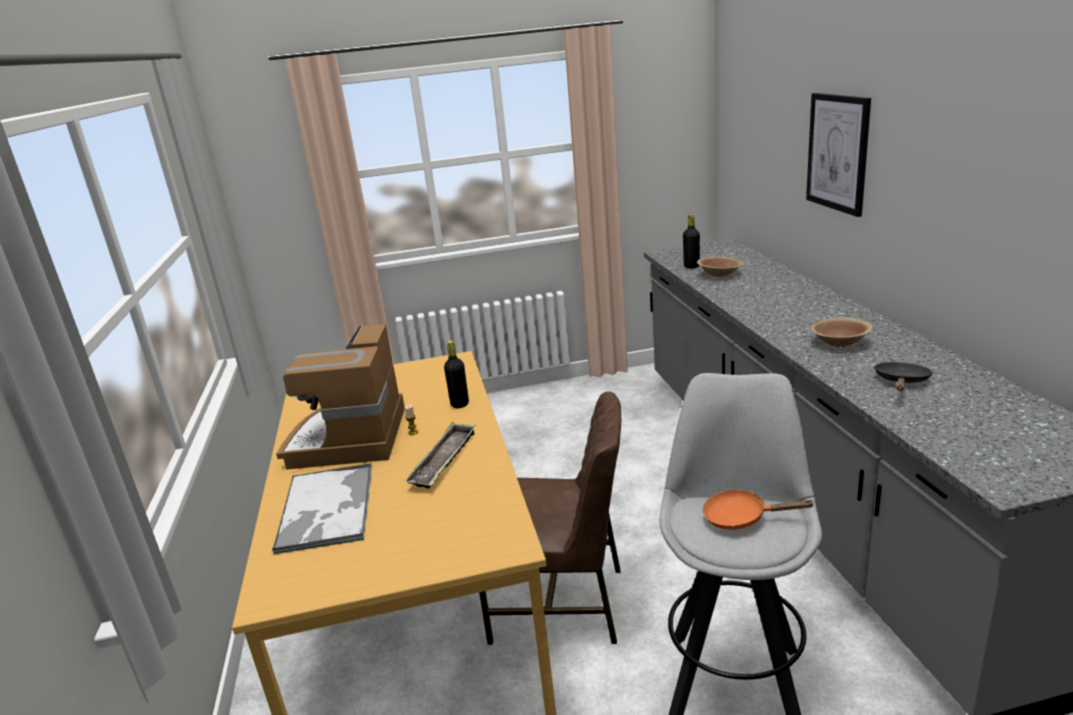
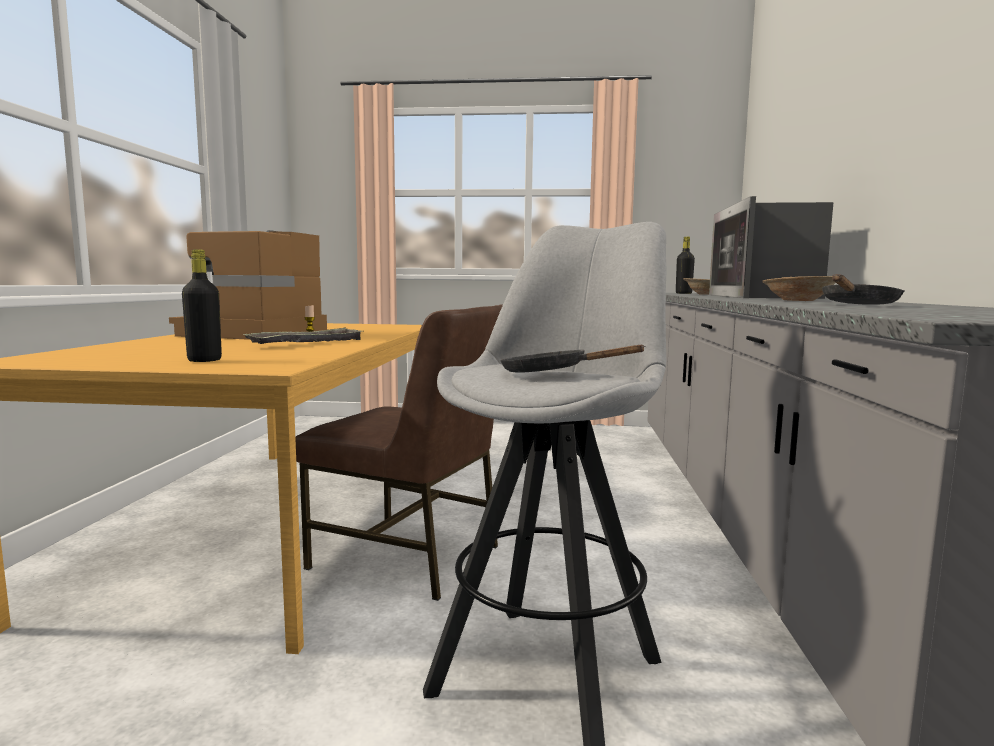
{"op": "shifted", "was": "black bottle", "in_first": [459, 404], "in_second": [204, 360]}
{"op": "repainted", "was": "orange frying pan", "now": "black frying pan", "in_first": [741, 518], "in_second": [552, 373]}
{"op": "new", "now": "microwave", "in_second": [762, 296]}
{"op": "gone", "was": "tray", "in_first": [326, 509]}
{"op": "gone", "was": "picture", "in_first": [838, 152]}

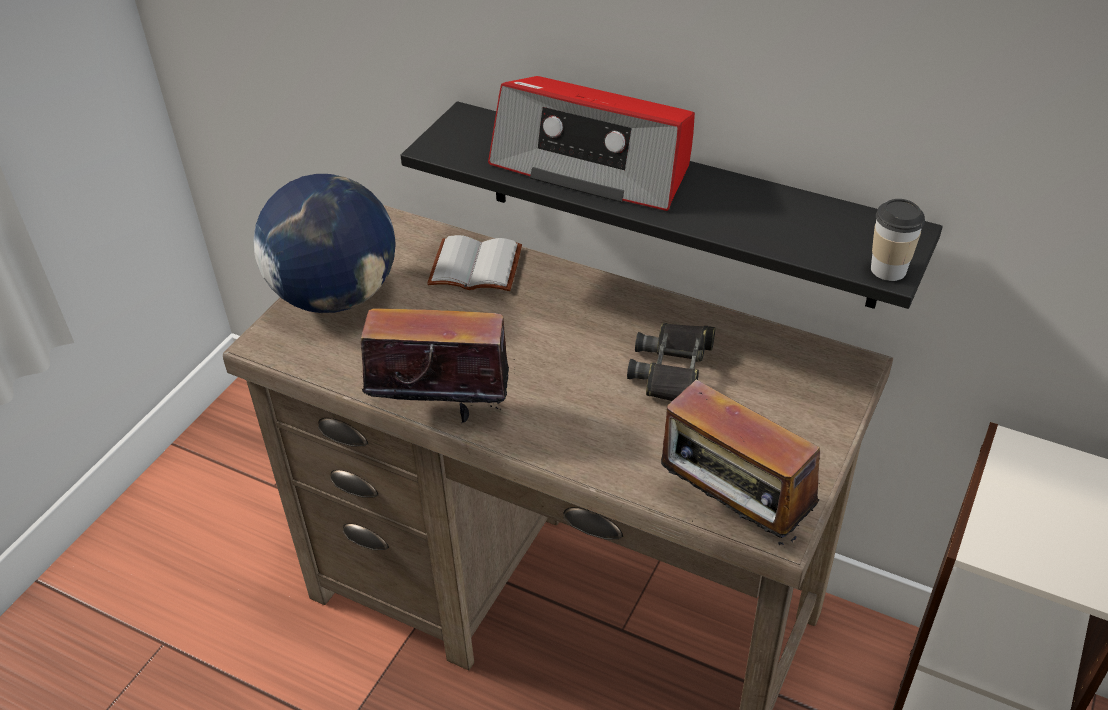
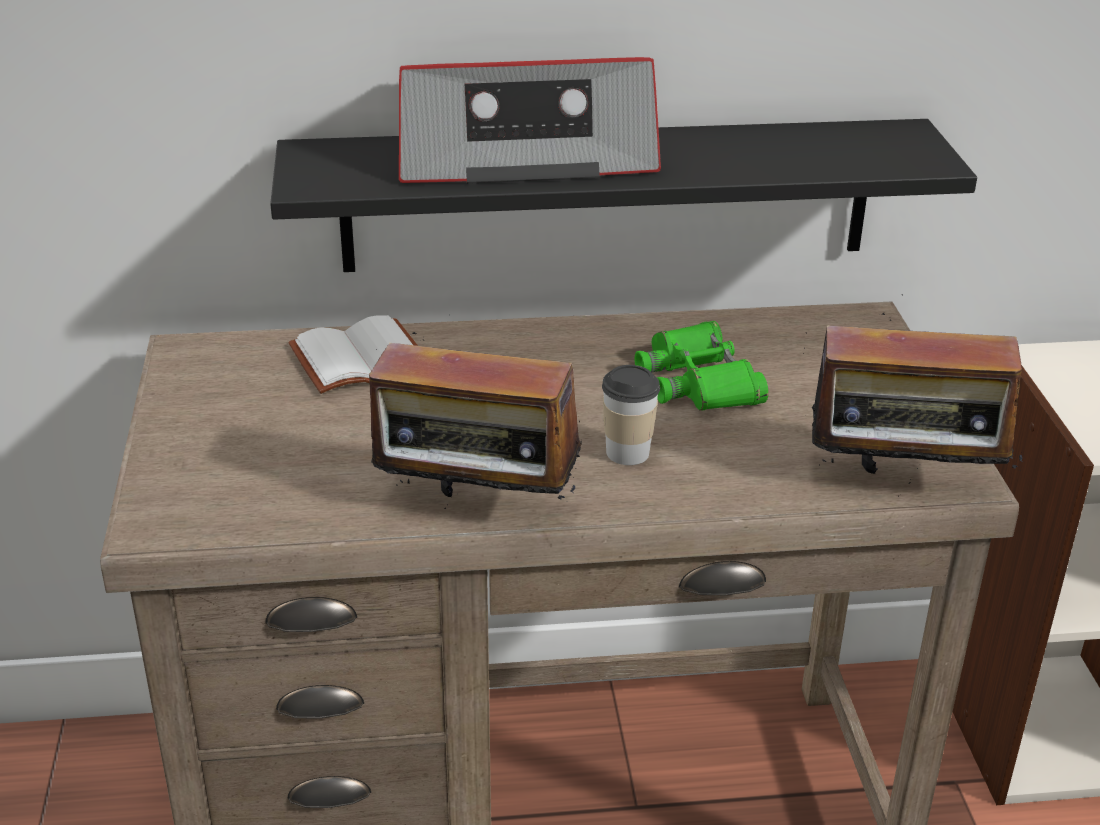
{"op": "rotated", "was": "radio", "in_first": [441, 409], "in_second": [476, 509], "clockwise": -135}
{"op": "shifted", "was": "cup", "in_first": [888, 269], "in_second": [627, 453]}
{"op": "repainted", "was": "black binoculars", "now": "green binoculars", "in_first": [674, 370], "in_second": [698, 381]}
{"op": "gone", "was": "globe", "in_first": [336, 296]}

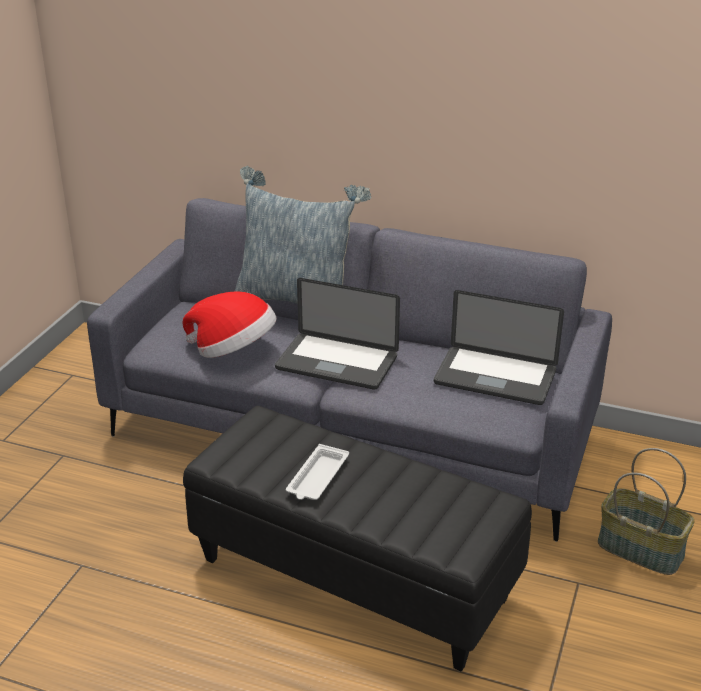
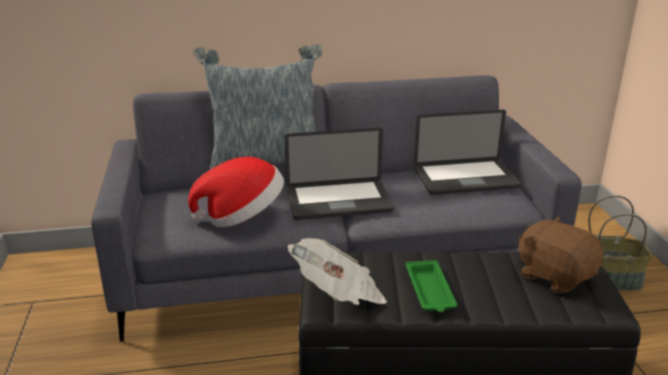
{"op": "new", "now": "newspaper", "in_second": [338, 294]}
{"op": "repainted", "was": "white tray", "now": "green tray", "in_first": [317, 478], "in_second": [430, 291]}
{"op": "new", "now": "brown plush toy", "in_second": [555, 276]}

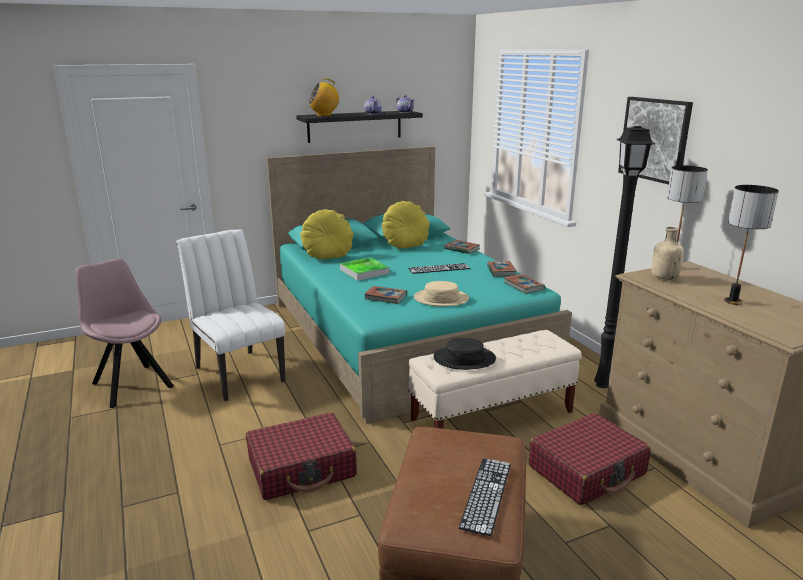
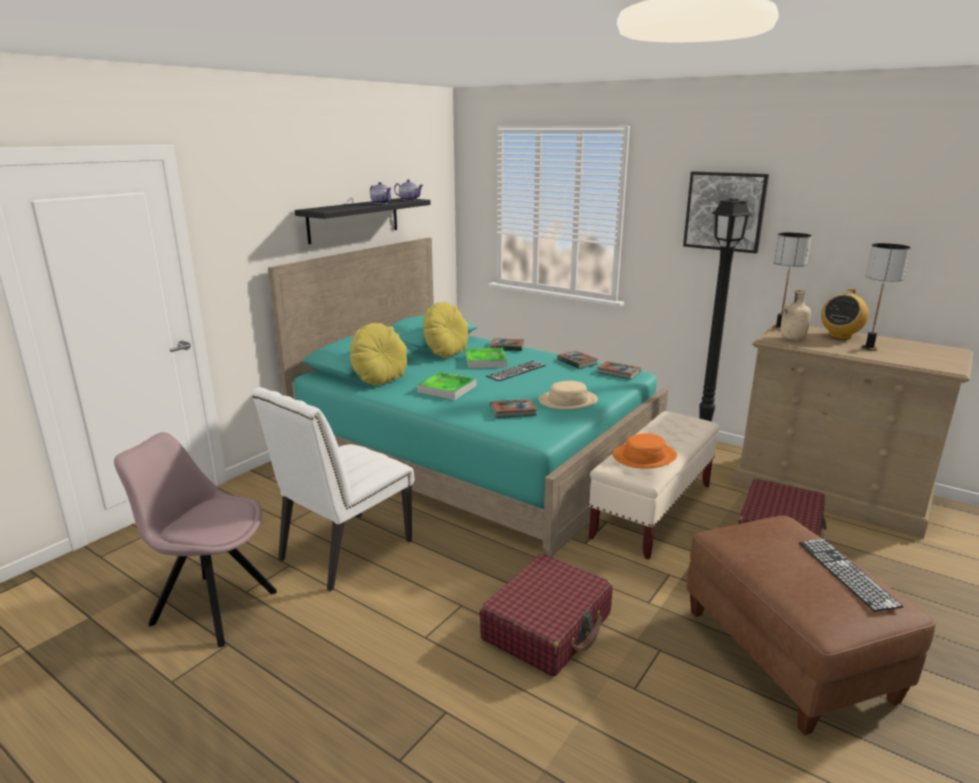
{"op": "rotated", "was": "white chair", "in_first": [240, 375], "in_second": [346, 549], "clockwise": -75}
{"op": "new", "now": "tray", "in_second": [485, 361]}
{"op": "repainted", "was": "black hat", "now": "orange hat", "in_first": [464, 358], "in_second": [644, 456]}
{"op": "shifted", "was": "radio", "in_first": [324, 115], "in_second": [840, 336]}

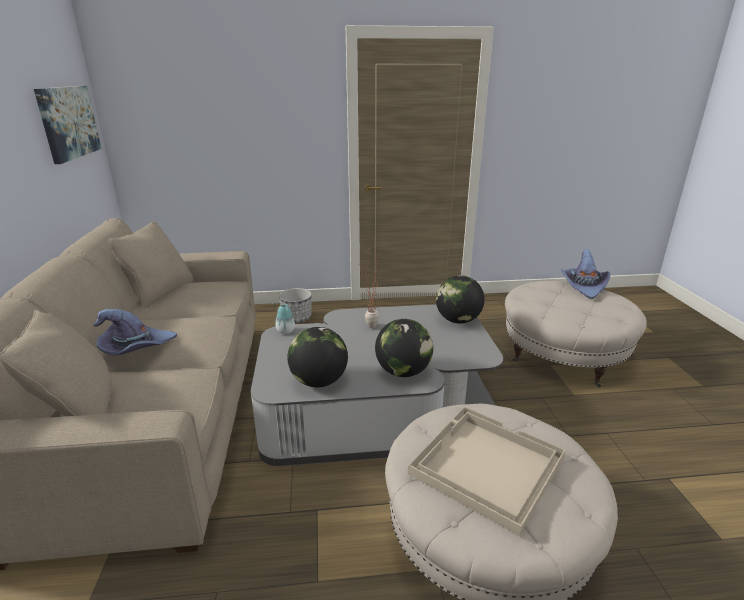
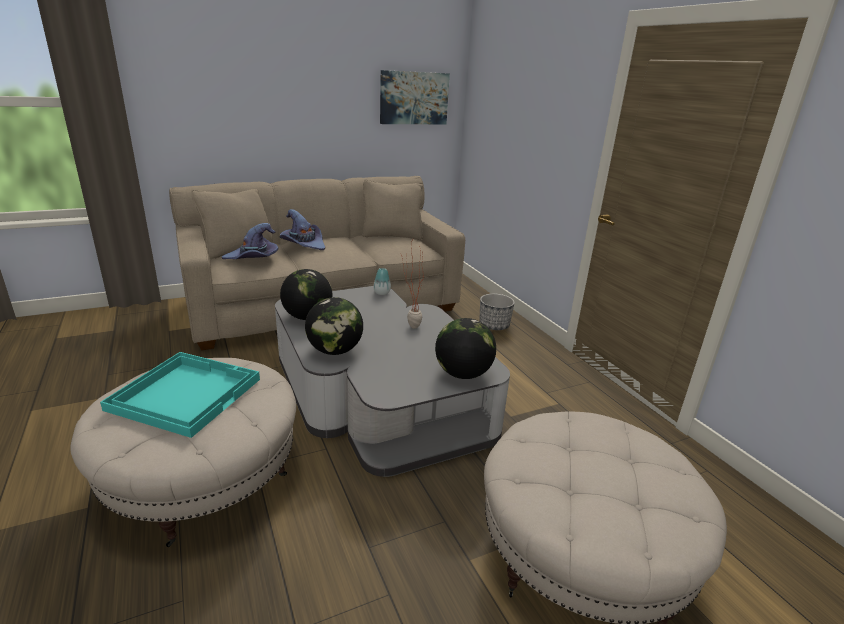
{"op": "repainted", "was": "beige tray", "now": "turquoise tray", "in_first": [485, 466], "in_second": [185, 393]}
{"op": "shifted", "was": "purple hat", "in_first": [584, 286], "in_second": [253, 258]}

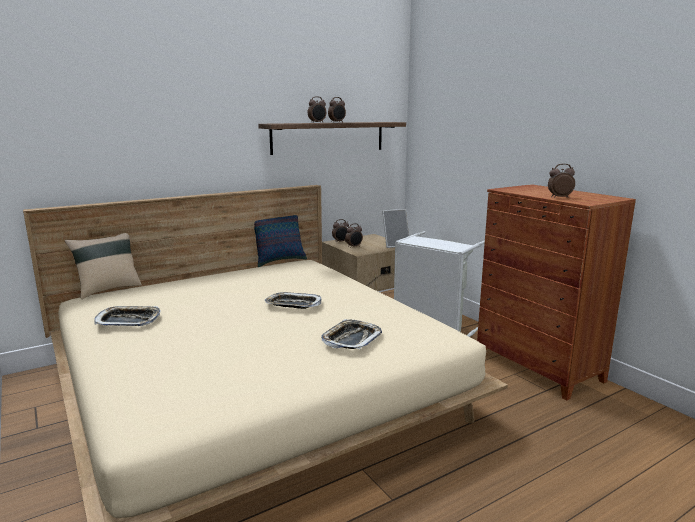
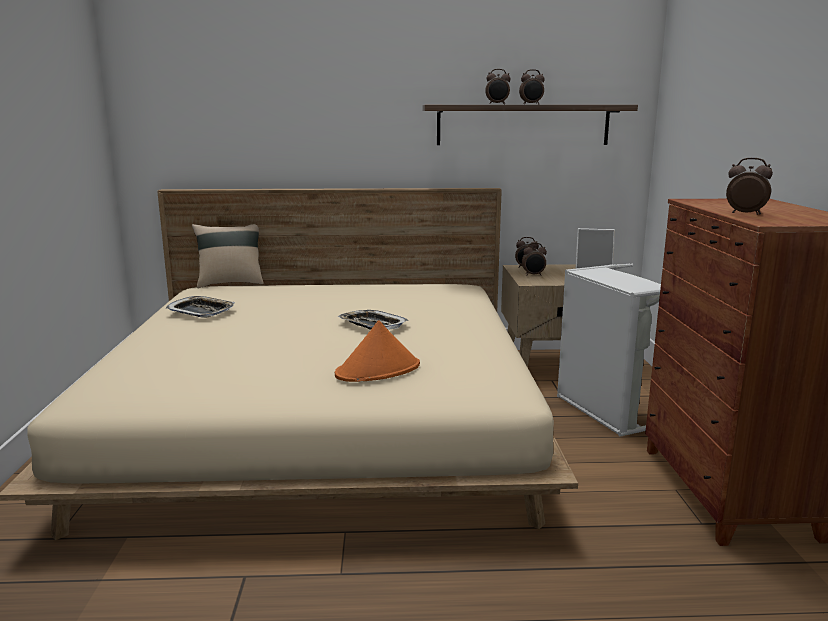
{"op": "swapped", "was": "tray", "now": "orange hat", "in_first": [351, 339], "in_second": [378, 370]}
{"op": "gone", "was": "blue pillow", "in_first": [279, 261]}

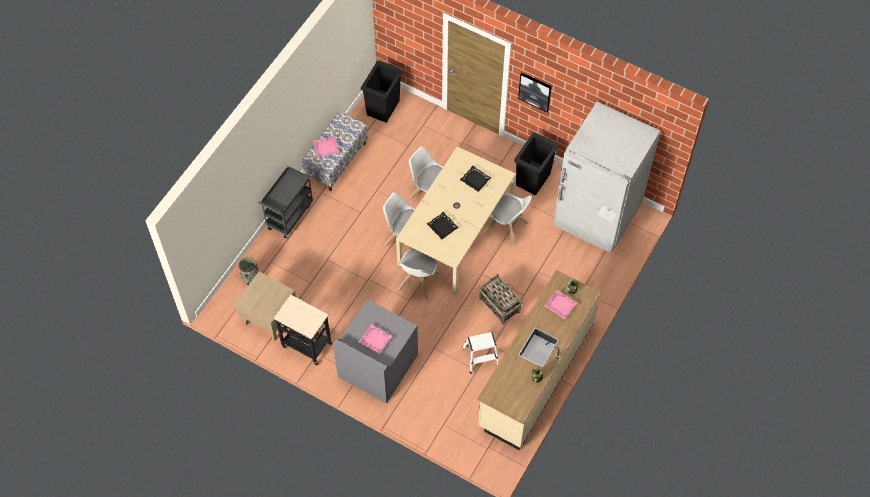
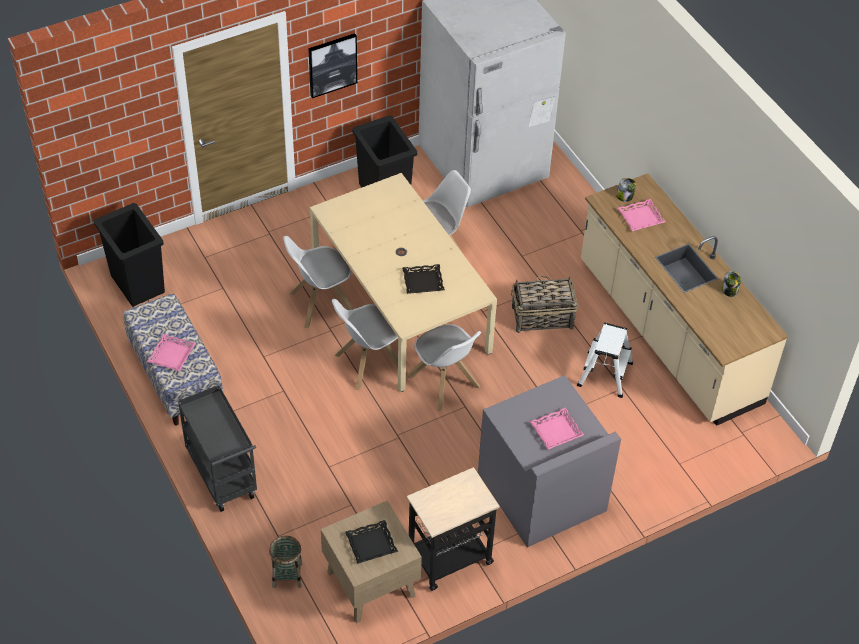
{"op": "shifted", "was": "black tray", "in_first": [475, 180], "in_second": [371, 544]}

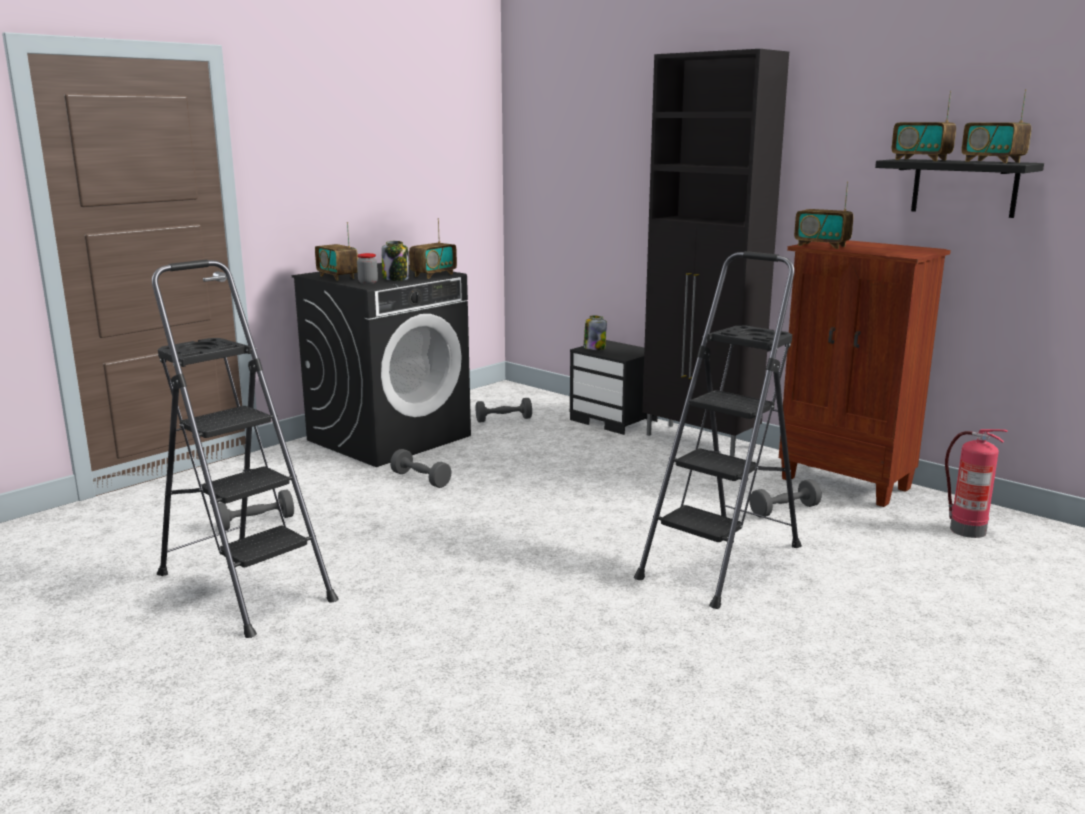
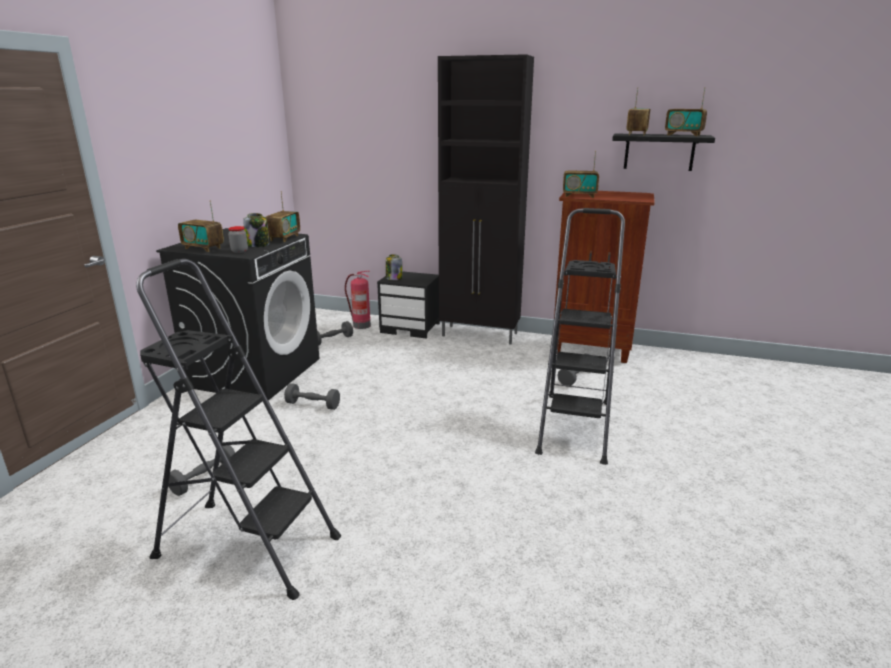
{"op": "shifted", "was": "fire extinguisher", "in_first": [965, 530], "in_second": [360, 325]}
{"op": "rotated", "was": "radio", "in_first": [921, 160], "in_second": [636, 134], "clockwise": -90}

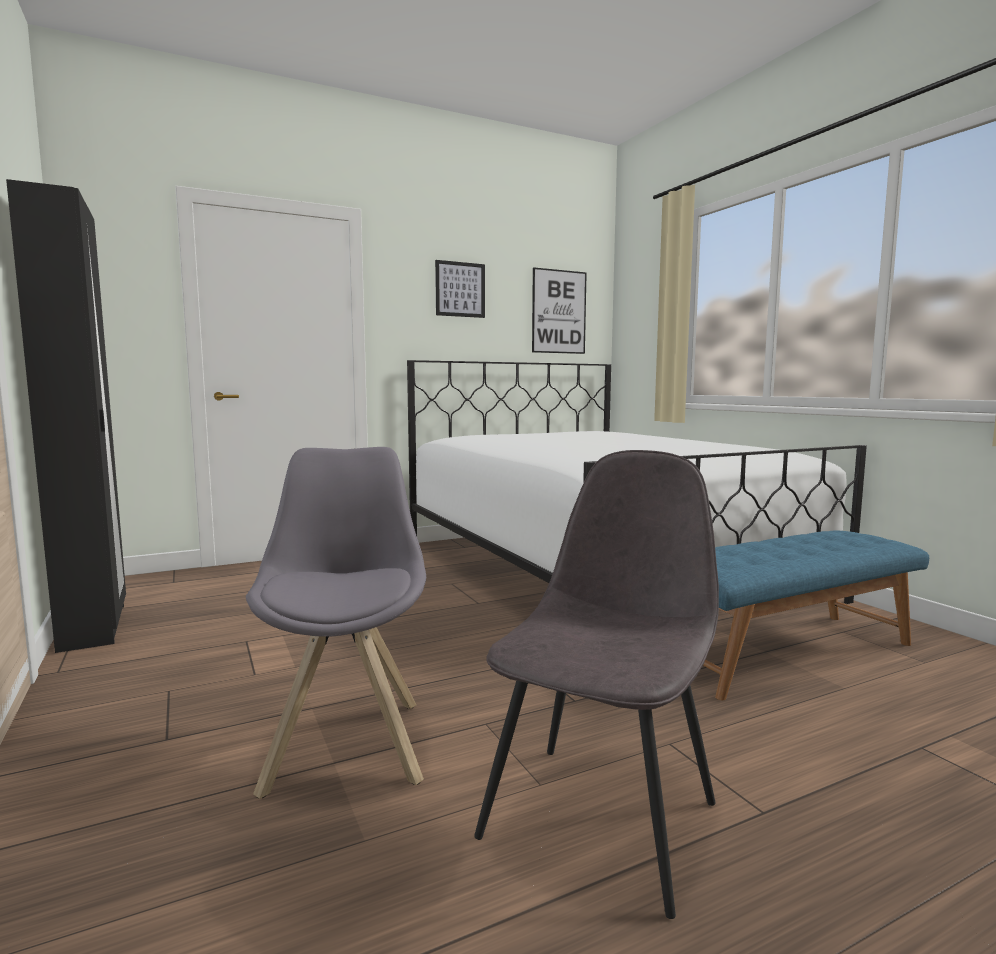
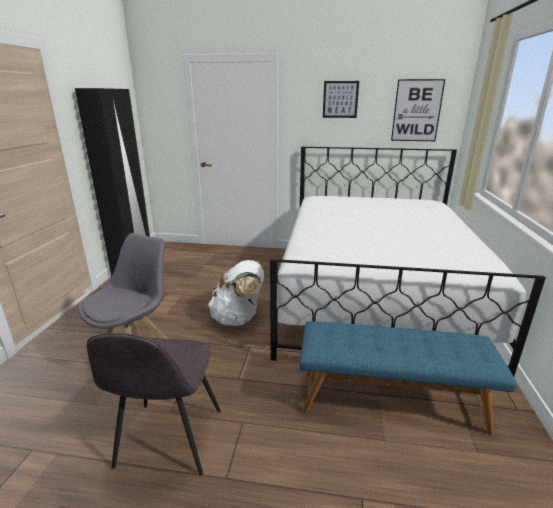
{"op": "rotated", "was": "grey chair", "in_first": [602, 816], "in_second": [169, 440], "clockwise": 120}
{"op": "new", "now": "white backpack", "in_second": [238, 318]}

